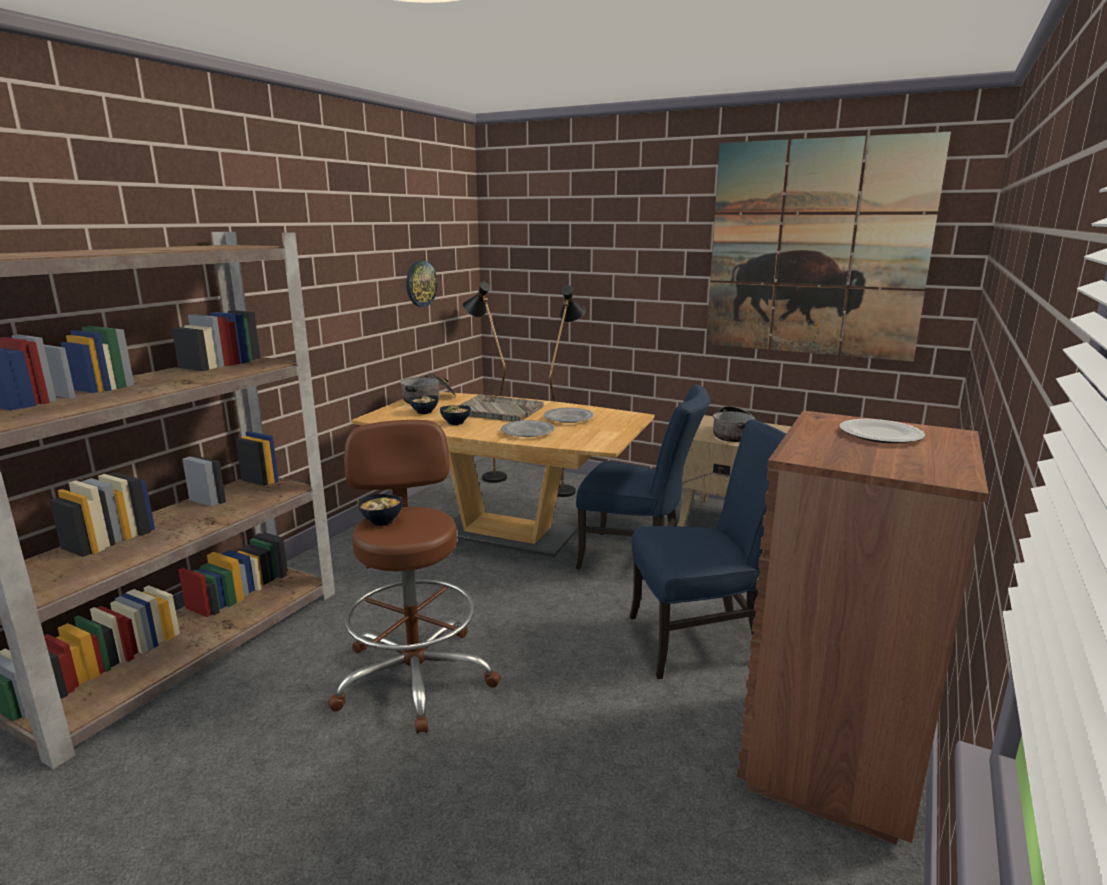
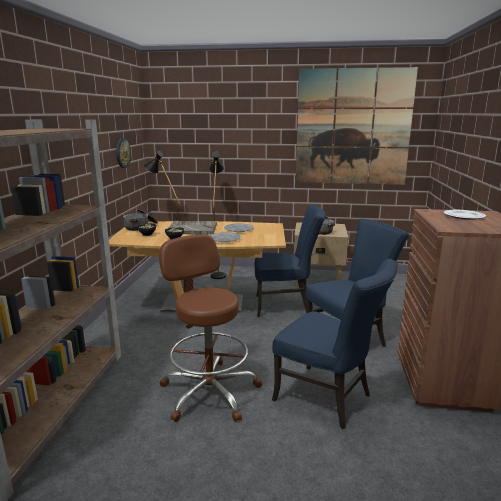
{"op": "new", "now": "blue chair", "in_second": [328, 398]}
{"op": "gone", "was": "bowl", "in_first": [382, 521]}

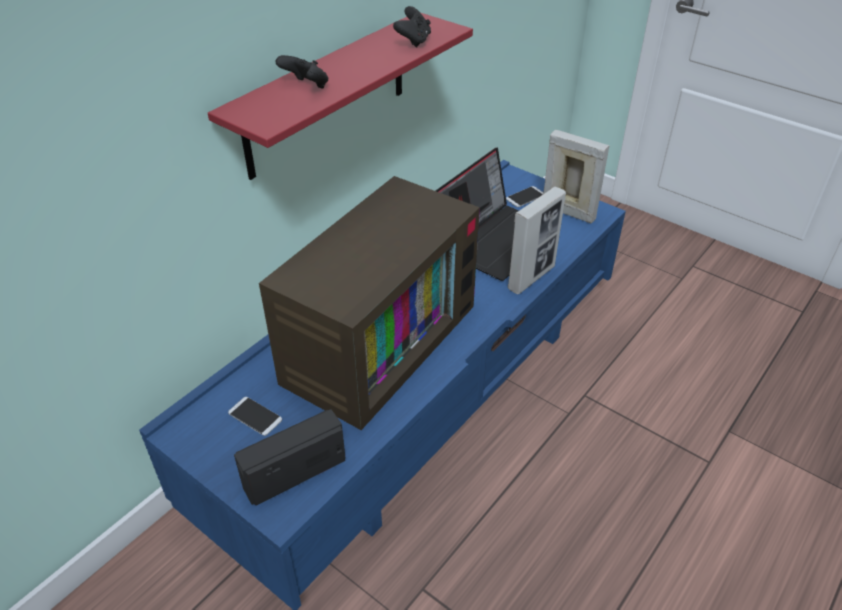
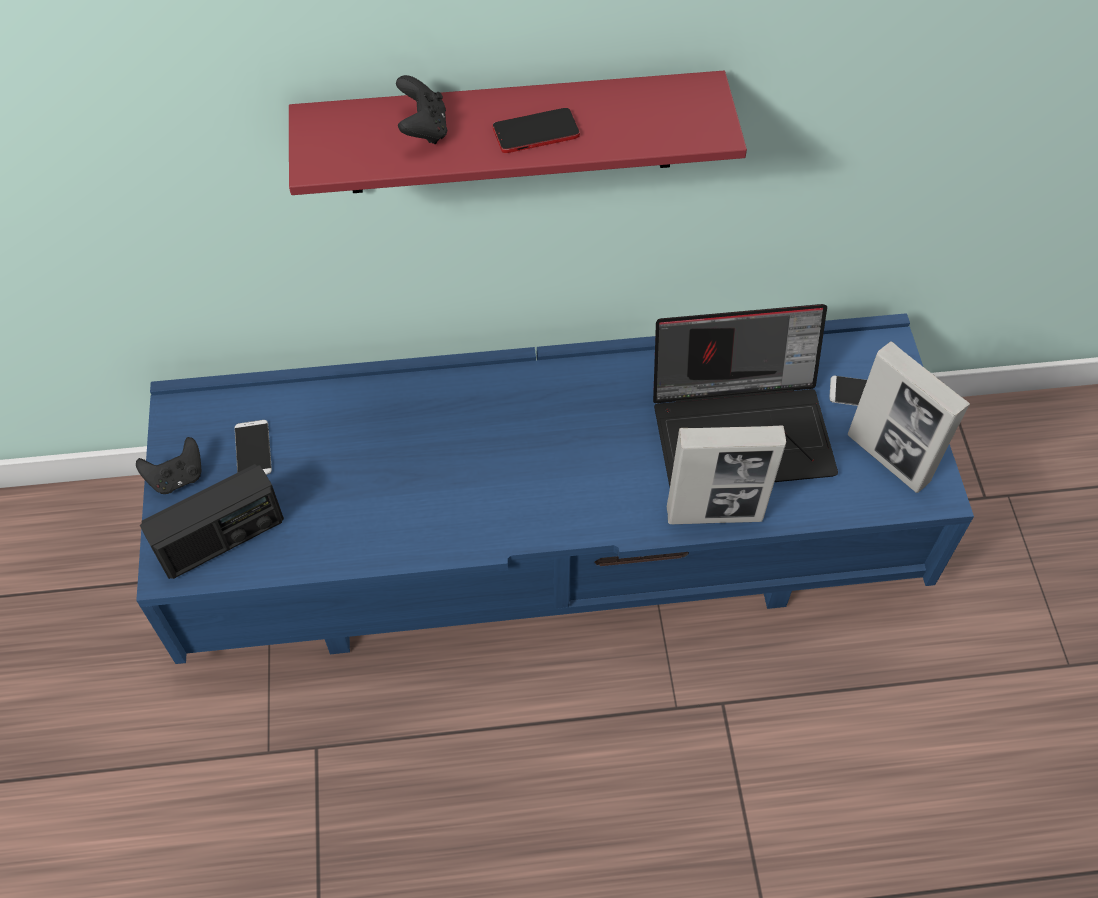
{"op": "shifted", "was": "black game controller", "in_first": [413, 41], "in_second": [177, 478]}
{"op": "rotated", "was": "radio", "in_first": [295, 473], "in_second": [222, 539], "clockwise": 135}
{"op": "new", "now": "phone", "in_second": [536, 132]}
{"op": "rotated", "was": "picture frame", "in_first": [568, 212], "in_second": [888, 459], "clockwise": 150}
{"op": "gone", "was": "television", "in_first": [376, 339]}

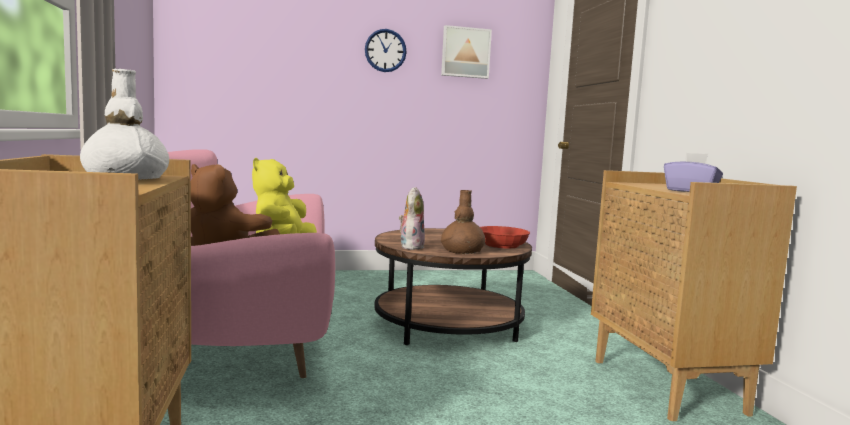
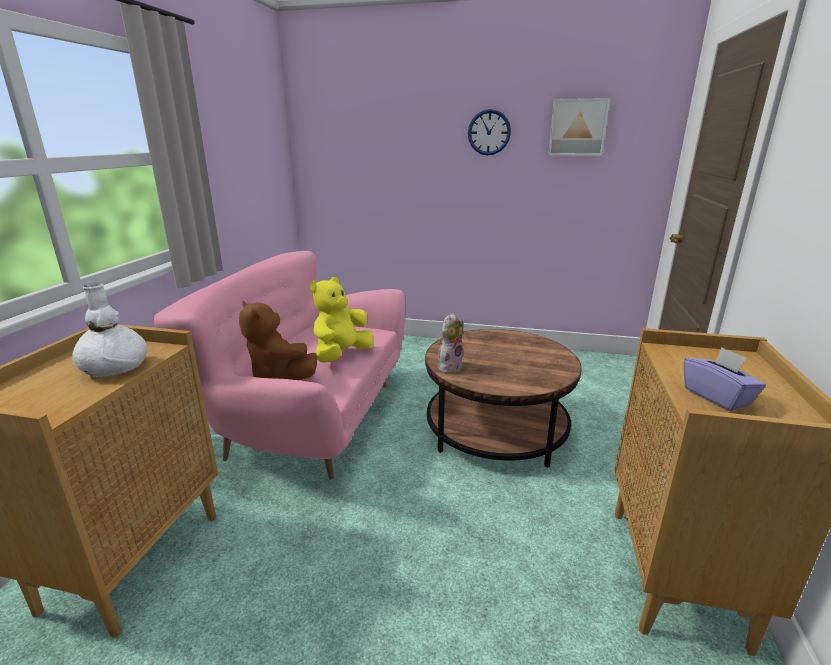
{"op": "gone", "was": "brown vase", "in_first": [462, 251]}
{"op": "gone", "was": "red bowl", "in_first": [502, 245]}

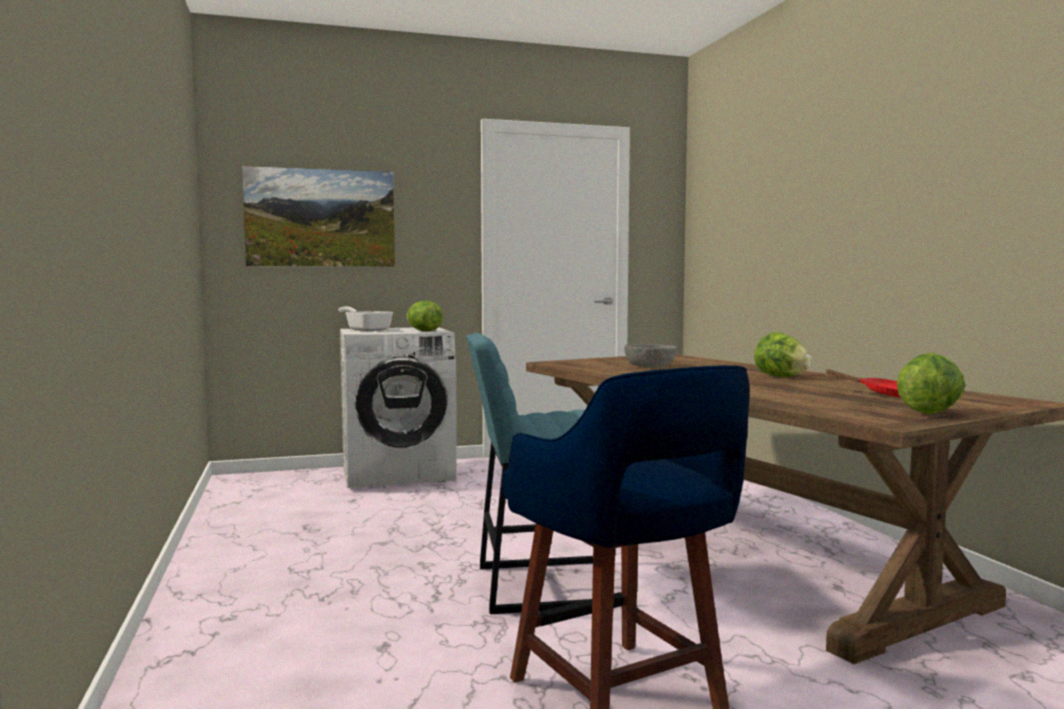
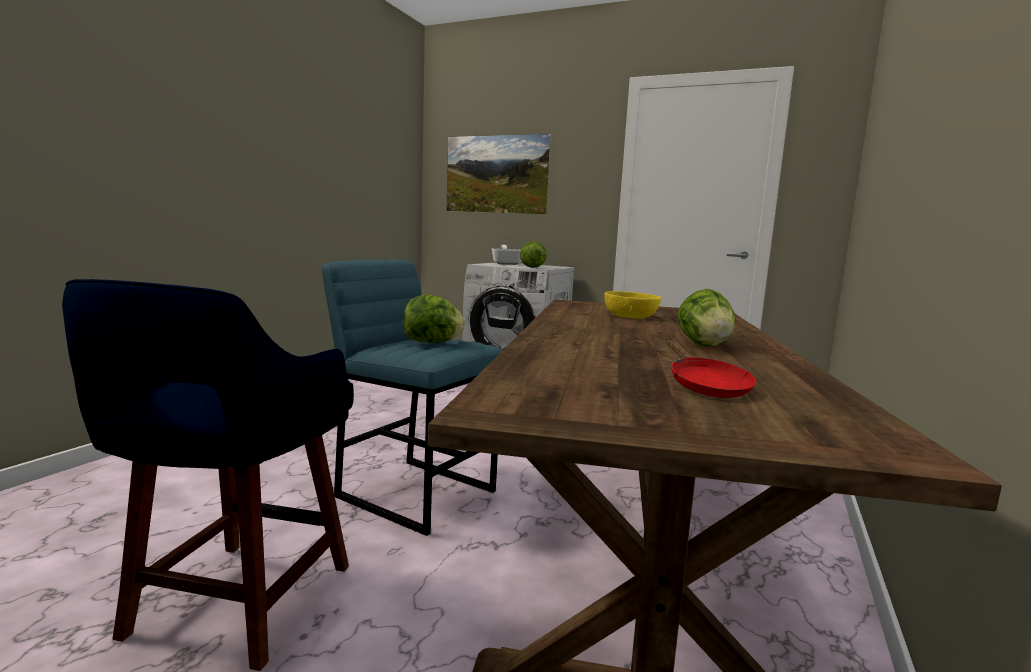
{"op": "shifted", "was": "lettuce", "in_first": [929, 413], "in_second": [432, 342]}
{"op": "repainted", "was": "grey bowl", "now": "yellow bowl", "in_first": [650, 366], "in_second": [631, 316]}

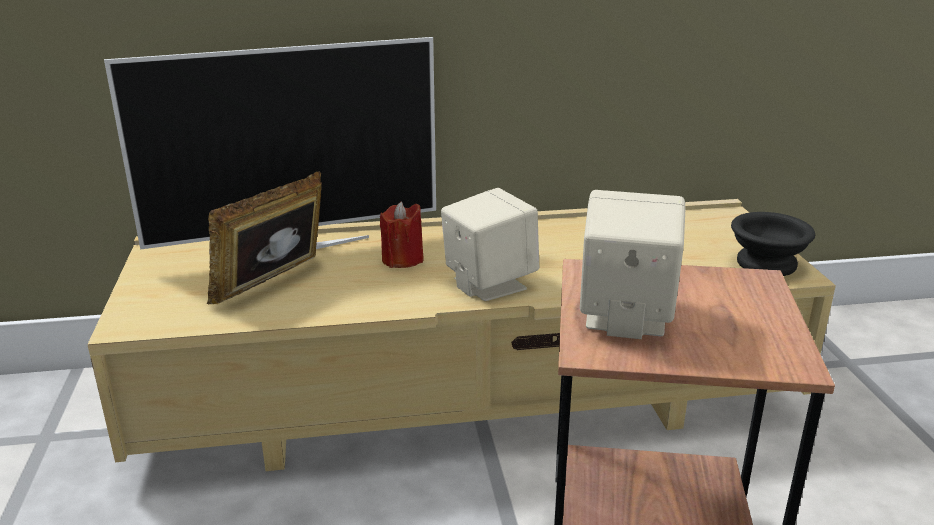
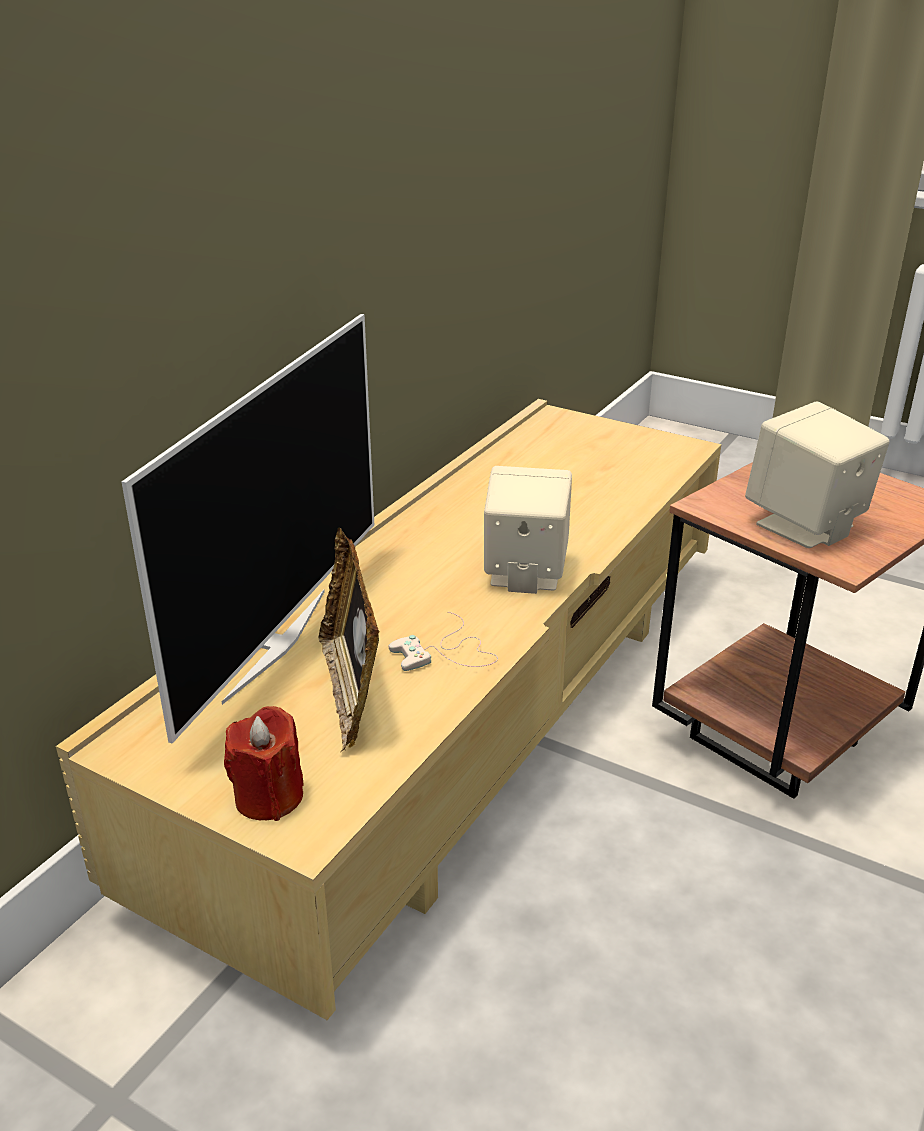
{"op": "shifted", "was": "red candle", "in_first": [402, 259], "in_second": [269, 797]}
{"op": "new", "now": "white game controller", "in_second": [447, 653]}
{"op": "gone", "was": "black bowl", "in_first": [763, 263]}

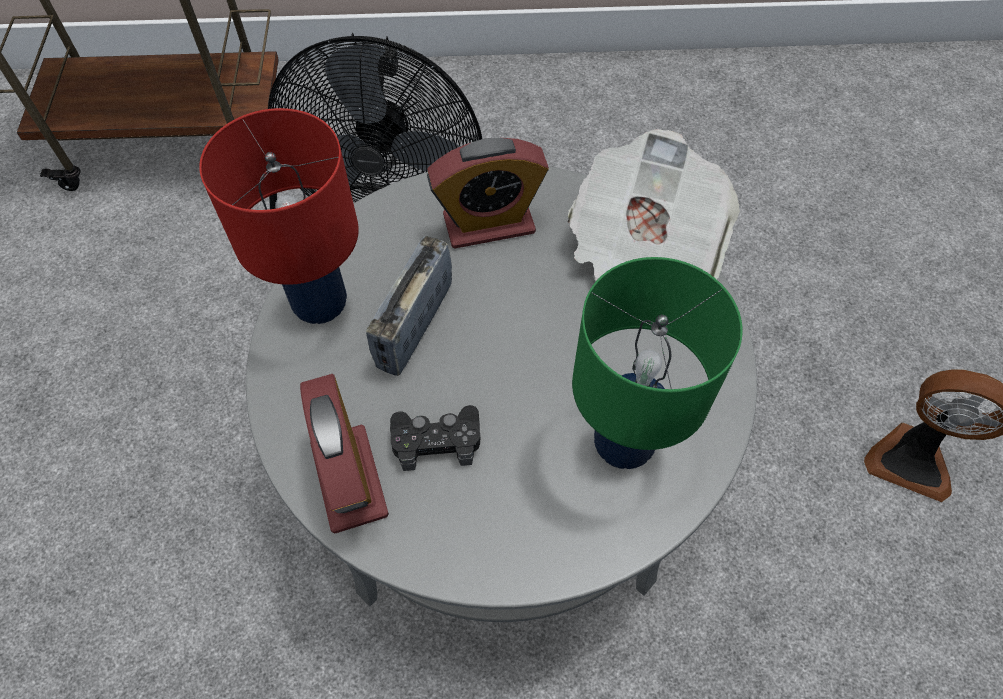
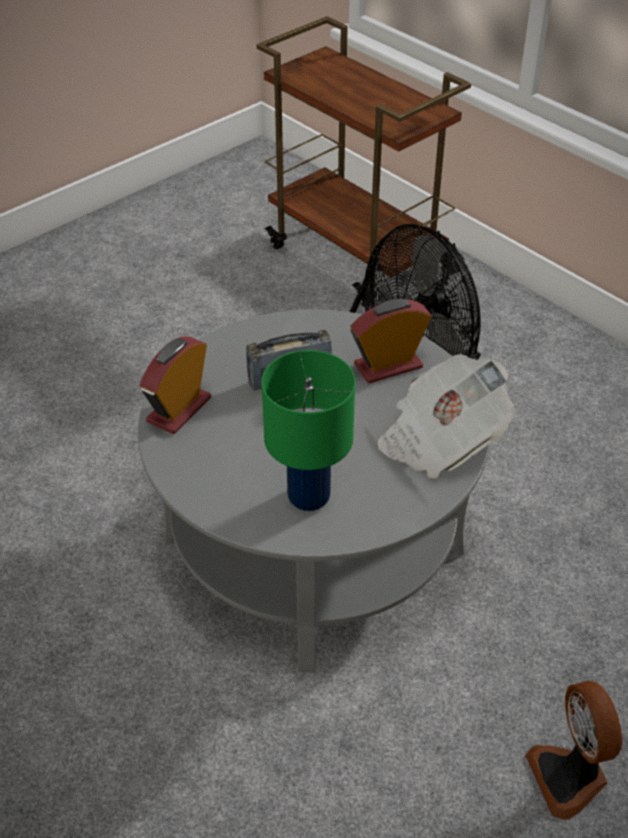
{"op": "rotated", "was": "alarm clock", "in_first": [489, 224], "in_second": [388, 366], "clockwise": 120}
{"op": "gone", "was": "red table lamp", "in_first": [321, 301]}
{"op": "gone", "was": "black game controller", "in_first": [436, 440]}

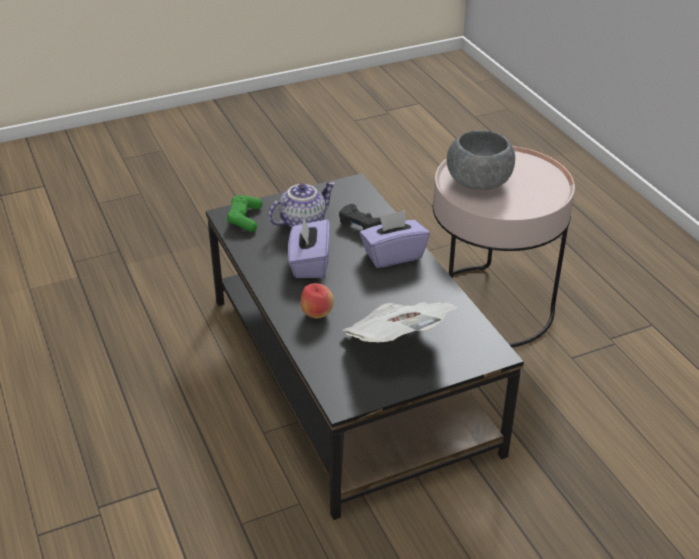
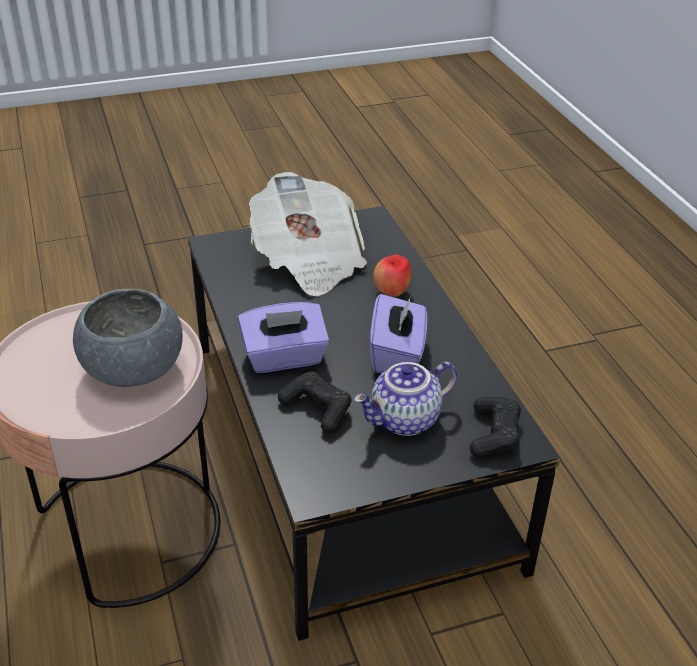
{"op": "repainted", "was": "green game controller", "now": "black game controller", "in_first": [245, 219], "in_second": [494, 434]}

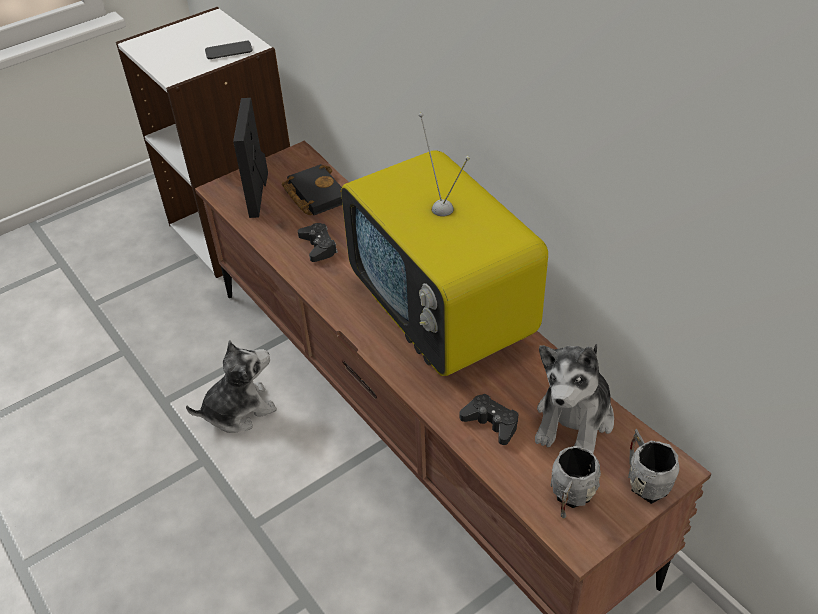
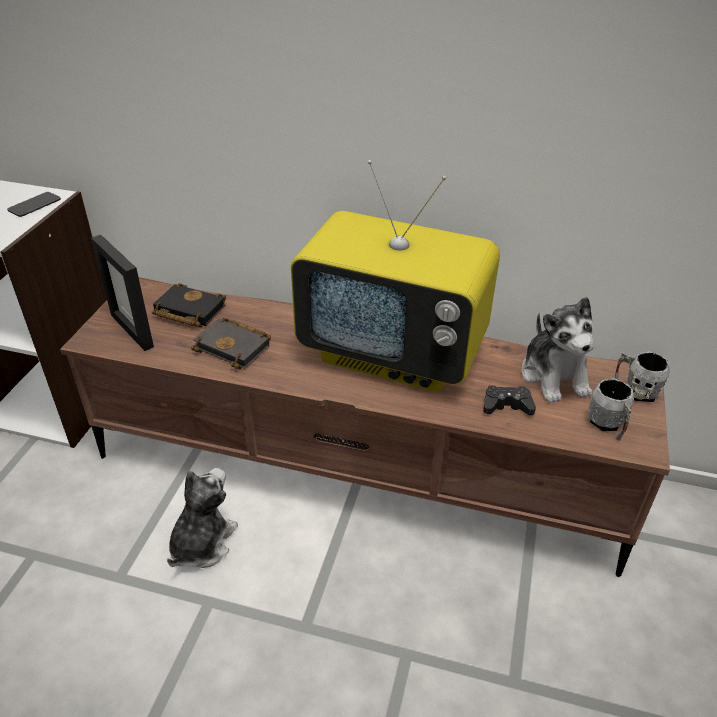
{"op": "swapped", "was": "black game controller", "now": "black book", "in_first": [318, 246], "in_second": [235, 347]}

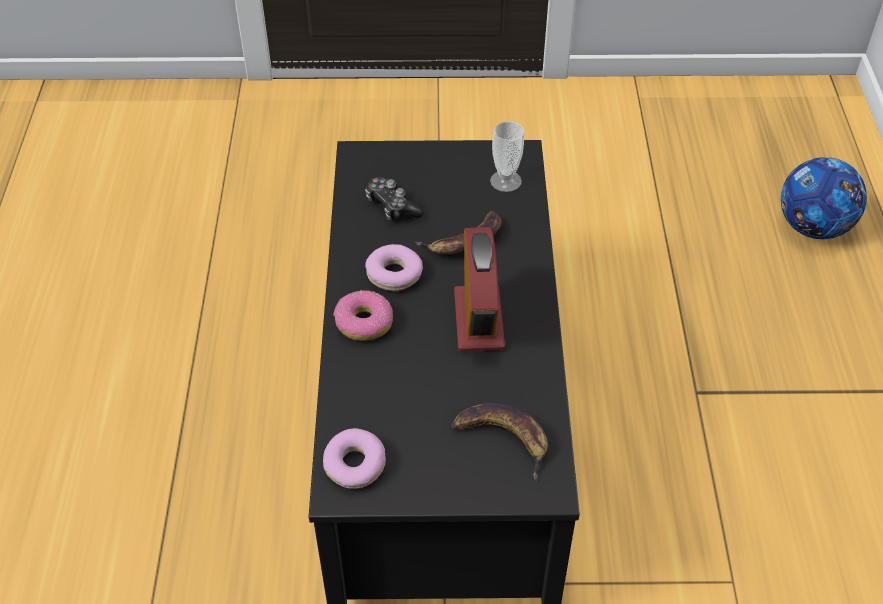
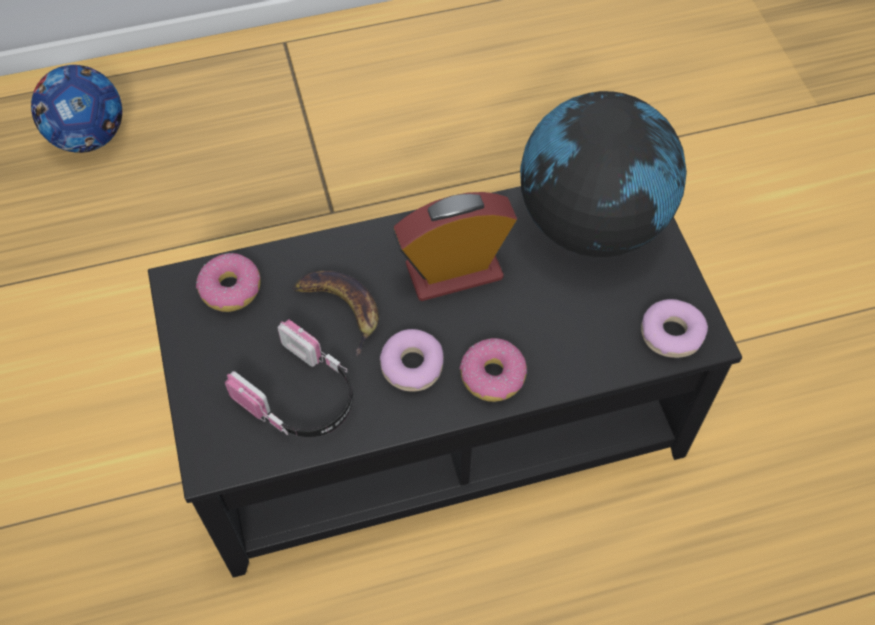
{"op": "swapped", "was": "cup", "now": "donut", "in_first": [505, 181], "in_second": [231, 289]}
{"op": "swapped", "was": "game controller", "now": "headphones", "in_first": [392, 206], "in_second": [300, 397]}
{"op": "swapped", "was": "banana", "now": "globe", "in_first": [504, 438], "in_second": [591, 223]}

